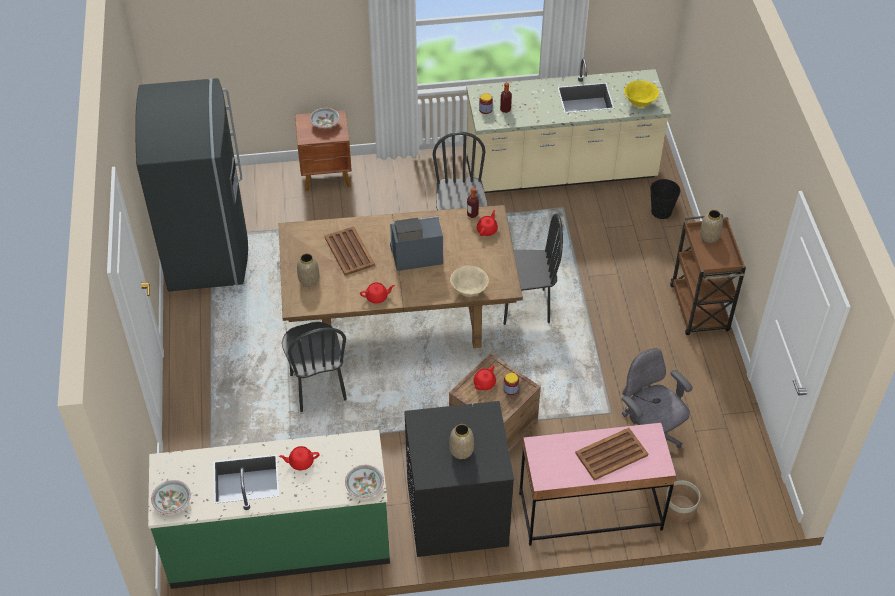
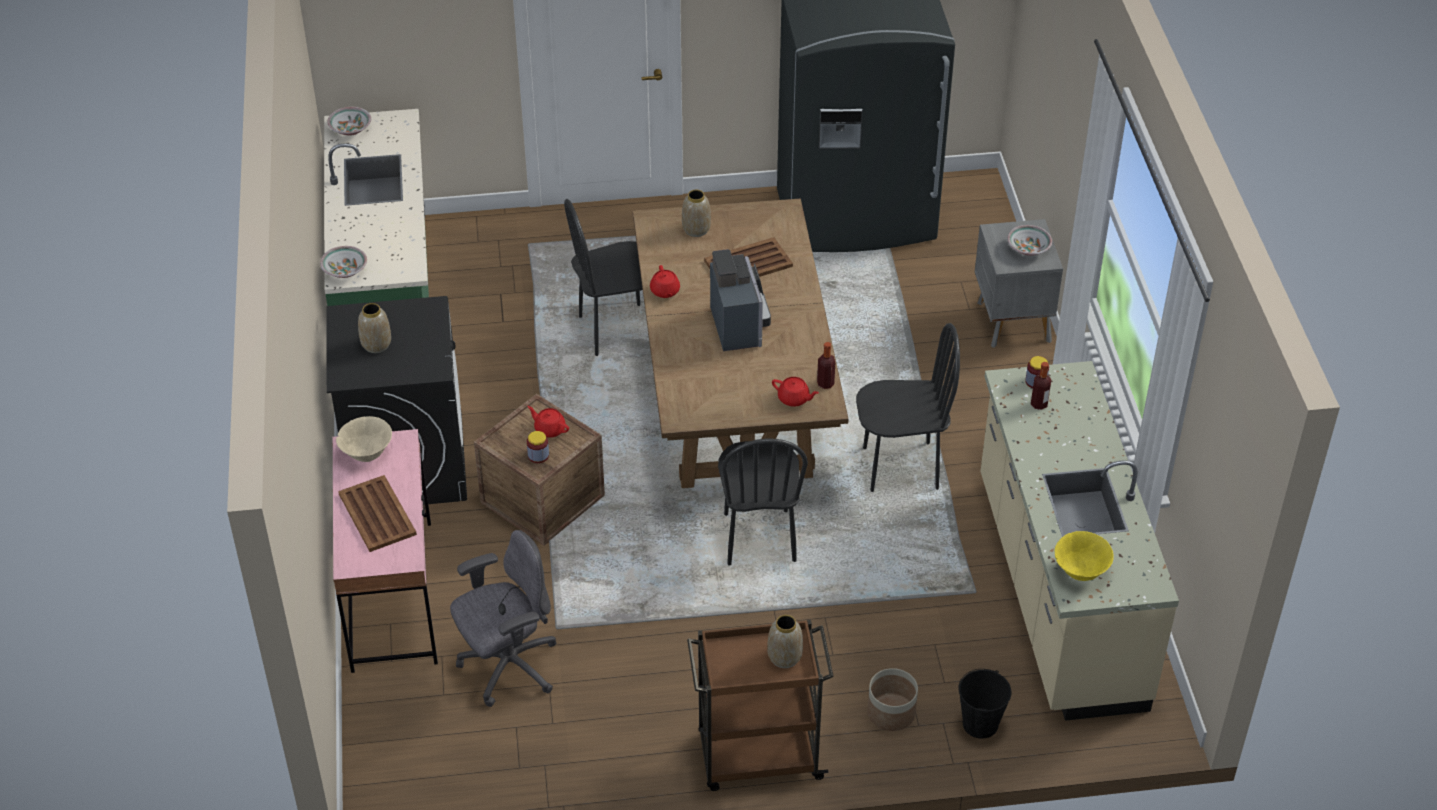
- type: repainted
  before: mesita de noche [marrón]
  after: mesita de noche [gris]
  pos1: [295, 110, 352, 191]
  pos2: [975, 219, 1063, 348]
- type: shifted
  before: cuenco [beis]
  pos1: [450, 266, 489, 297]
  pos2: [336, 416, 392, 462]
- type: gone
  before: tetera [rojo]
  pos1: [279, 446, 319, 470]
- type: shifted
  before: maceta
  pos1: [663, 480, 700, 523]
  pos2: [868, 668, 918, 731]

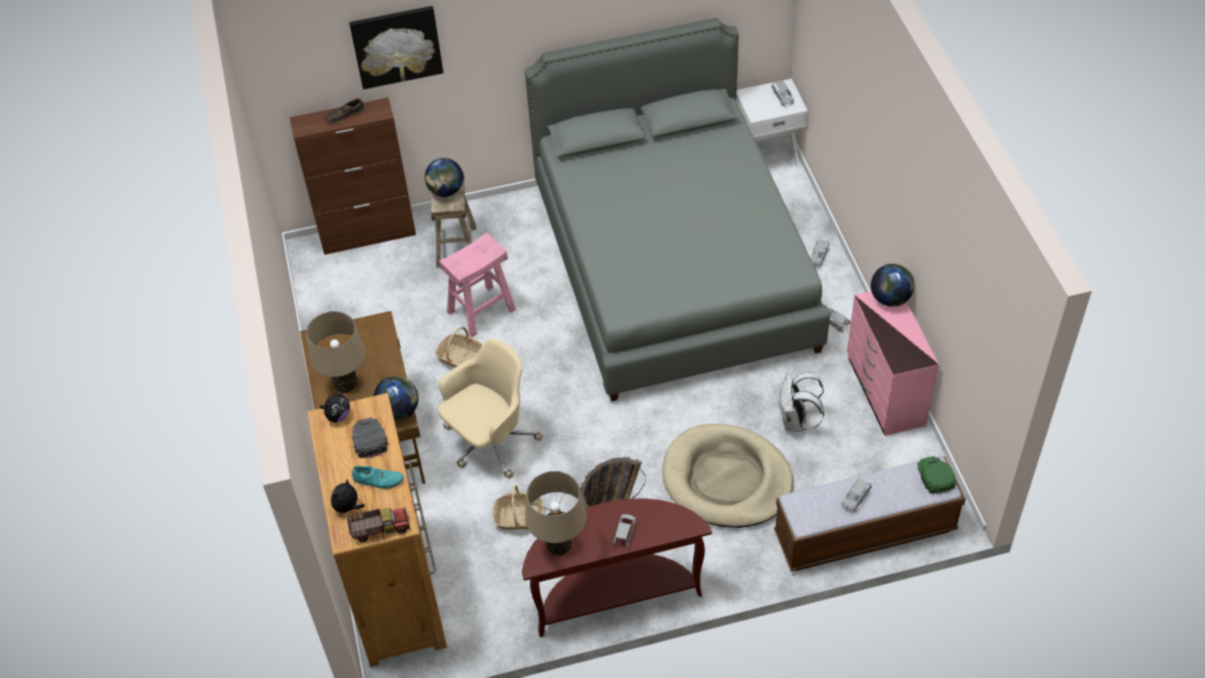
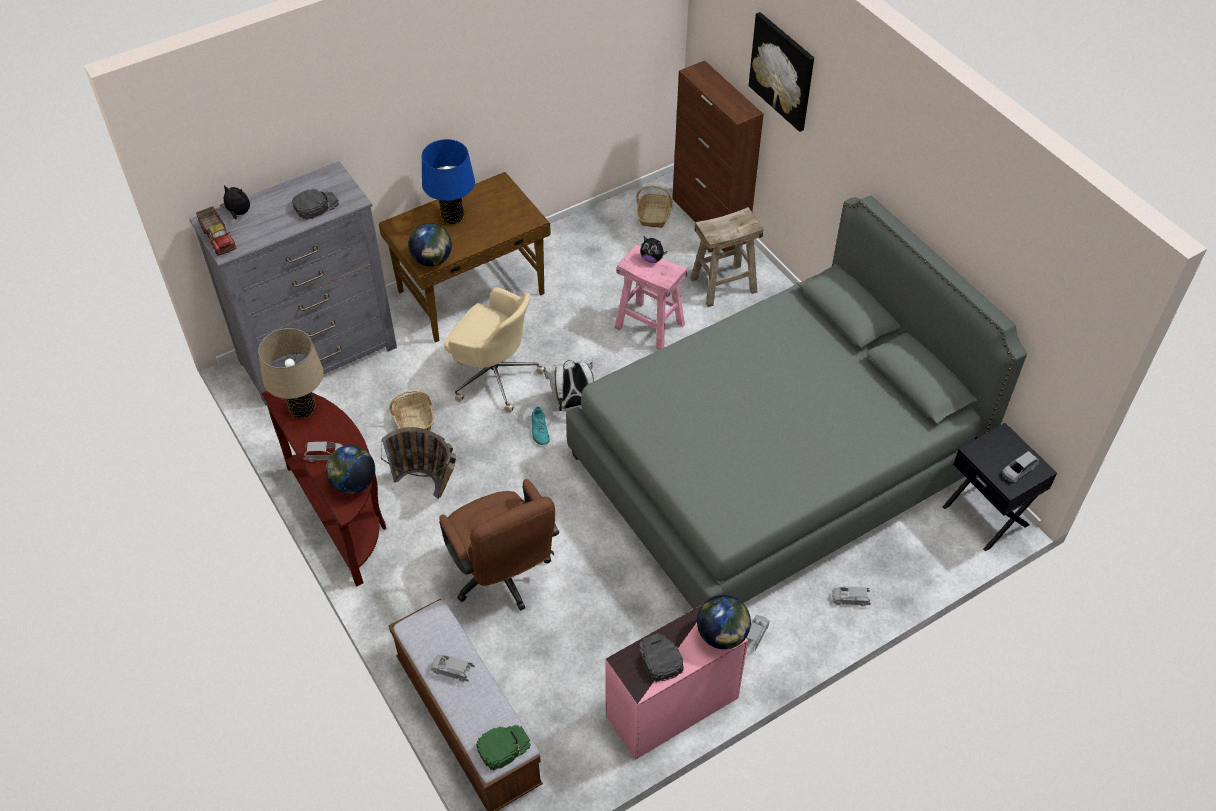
- type: repainted
  before: mesita de noche [blanco]
  after: mesita de noche [negro]
  pos1: [736, 79, 808, 168]
  pos2: [943, 423, 1057, 552]
- type: gone
  before: zapato [marrón]
  pos1: [325, 98, 364, 123]
- type: shifted
  before: globo terráqueo
  pos1: [425, 158, 463, 197]
  pos2: [326, 445, 375, 494]
- type: repainted
  before: lámpara de mesa [beis]
  after: lámpara de mesa [azul]
  pos1: [306, 311, 366, 393]
  pos2: [422, 139, 475, 225]
- type: shifted
  before: cesta
  pos1: [435, 327, 483, 367]
  pos2: [636, 186, 673, 228]
- type: shifted
  before: mochila [blanco]
  pos1: [779, 373, 824, 432]
  pos2: [544, 359, 594, 411]
- type: shifted
  before: peluche
  pos1: [320, 390, 350, 422]
  pos2: [640, 237, 667, 263]
- type: repainted
  before: cómoda [marrón]
  after: cómoda [gris]
  pos1: [307, 393, 447, 667]
  pos2: [189, 161, 397, 406]
- type: swapped
  before: cama para perro [beis]
  after: silla de oficina [marrón]
  pos1: [662, 424, 793, 528]
  pos2: [439, 479, 559, 611]
- type: shifted
  before: zapato [turquesa]
  pos1: [352, 466, 404, 489]
  pos2: [532, 407, 550, 445]
- type: new
  after: gorra [negro]
  pos2: [639, 633, 684, 682]

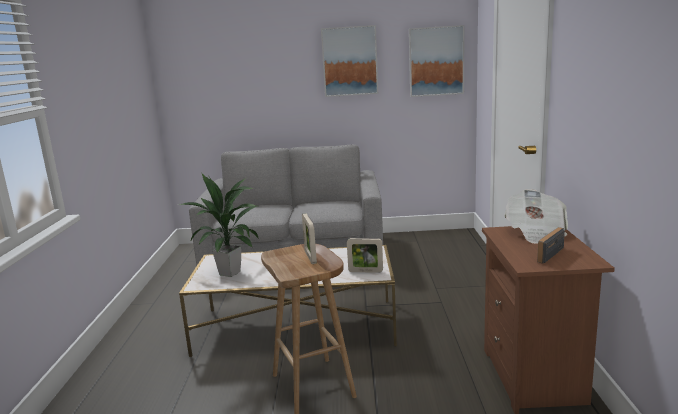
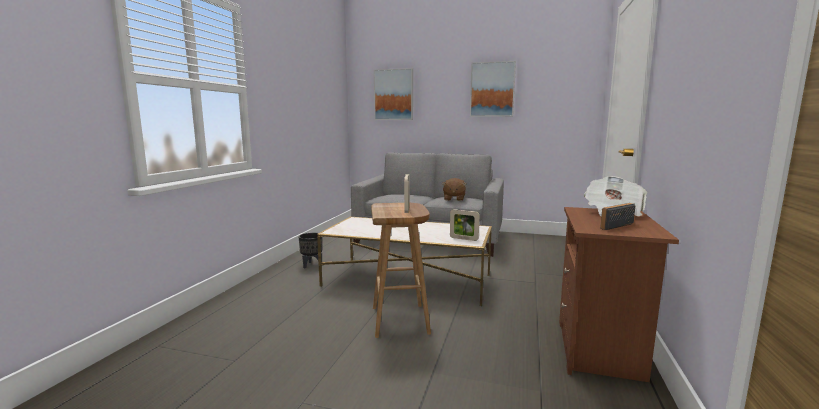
- type: shifted
  before: cuadro
  pos1: [409, 25, 465, 97]
  pos2: [374, 68, 413, 120]
- type: gone
  before: planta en maceta
  pos1: [179, 174, 259, 277]
- type: new
  after: peluche [marrón]
  pos2: [442, 178, 466, 201]
- type: new
  after: maceta [negro]
  pos2: [298, 233, 322, 268]

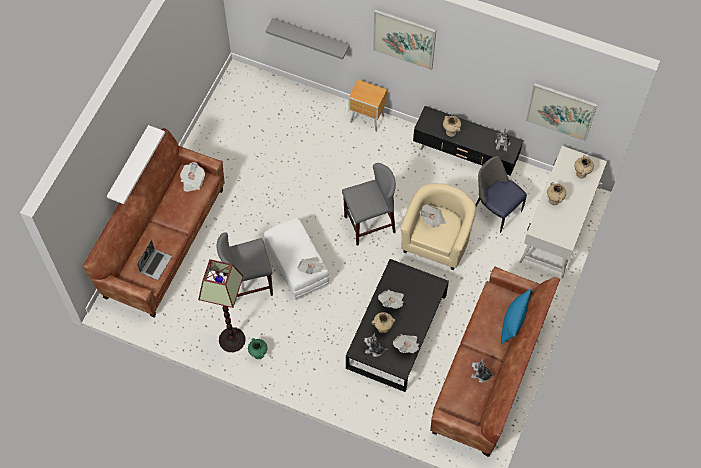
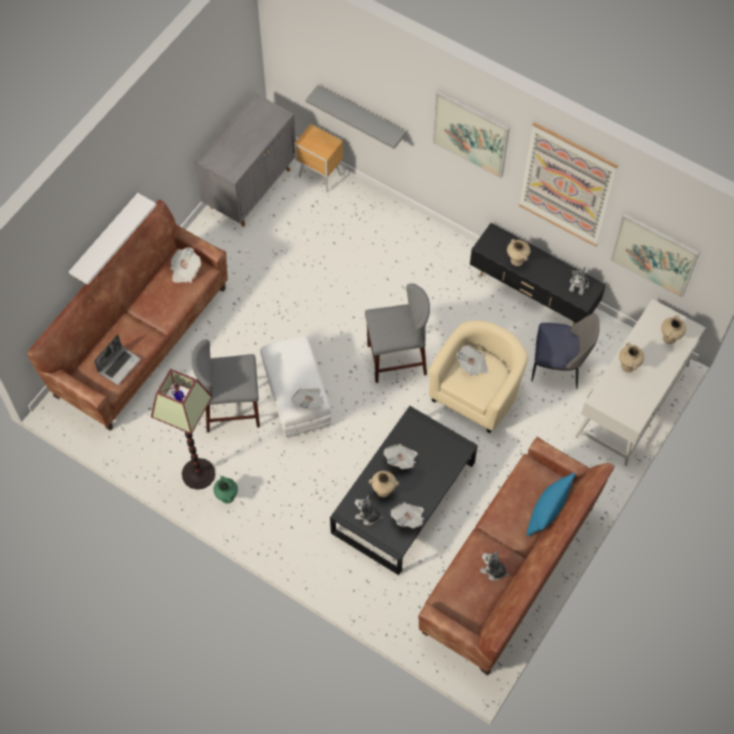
- type: shifted
  before: mesita de noche [marrón]
  pos1: [349, 79, 387, 132]
  pos2: [294, 124, 343, 192]
- type: rotated
  before: silla
  pos1: [475, 156, 527, 233]
  pos2: [531, 313, 600, 389]
  turn: 135
- type: new
  after: armario [gris]
  pos2: [194, 93, 296, 227]
- type: new
  after: cuadro
  pos2: [519, 122, 618, 247]

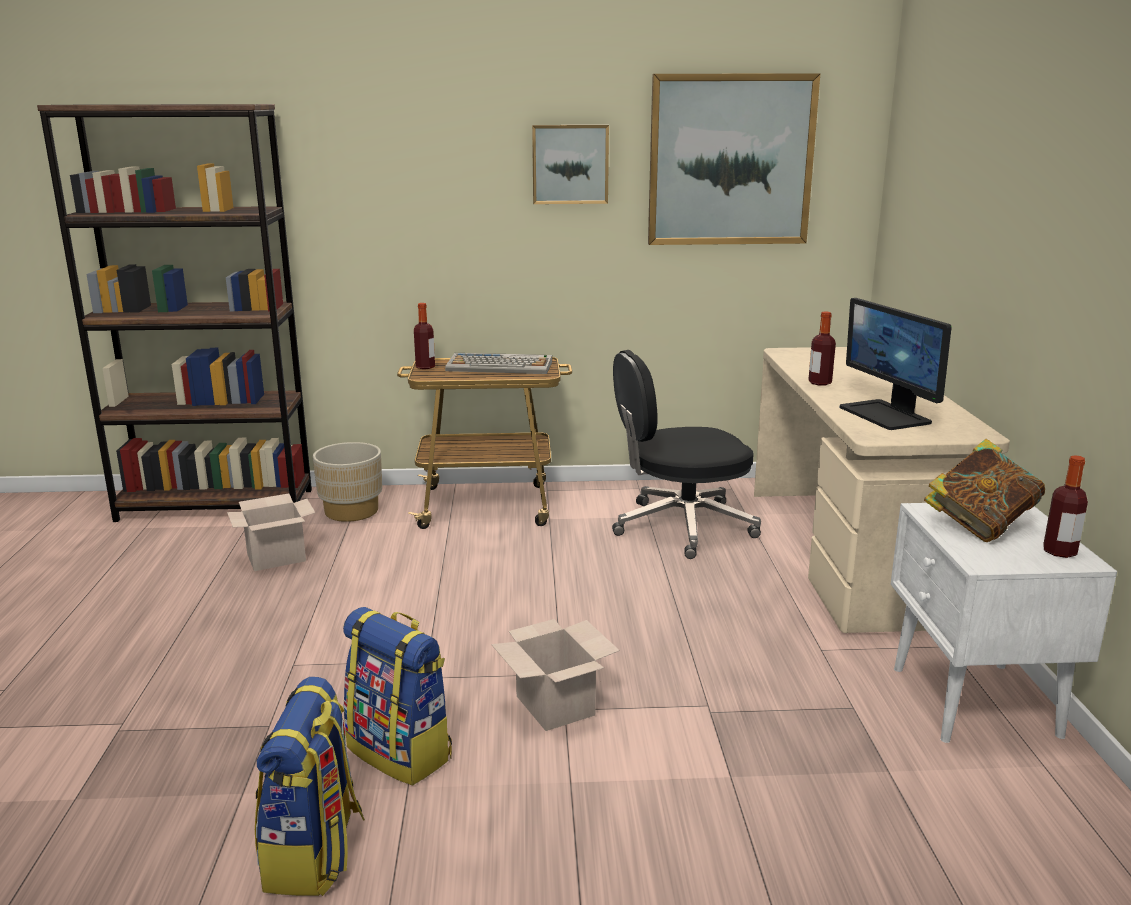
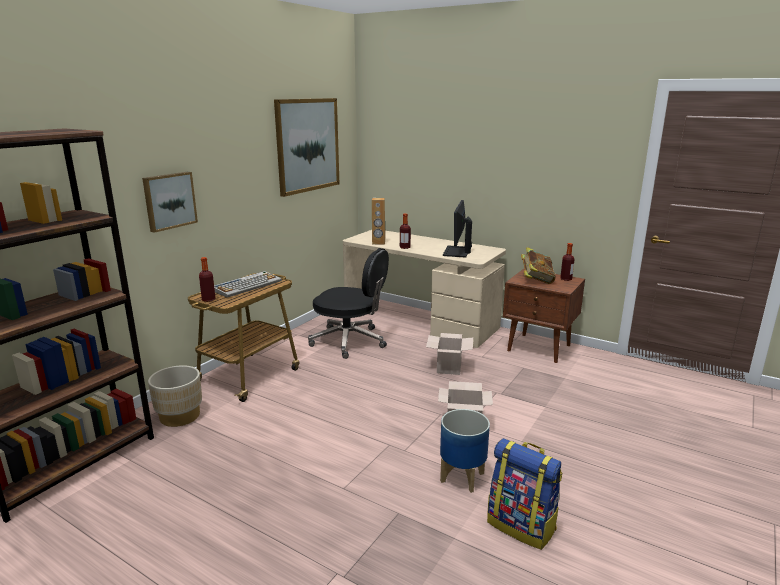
- type: shifted
  before: cuadro
  pos1: [532, 125, 609, 204]
  pos2: [142, 172, 198, 233]
- type: rotated
  before: monitor
  pos1: [840, 298, 952, 430]
  pos2: [443, 200, 472, 257]
  turn: 90
- type: rotated
  before: silla de oficina [negro]
  pos1: [612, 350, 761, 559]
  pos2: [308, 248, 389, 359]
  turn: -90
- type: shifted
  before: caja de cartón
  pos1: [227, 494, 315, 571]
  pos2: [426, 333, 473, 375]
- type: repainted
  before: mesita de noche [blanco]
  after: mesita de noche [marrón]
  pos1: [891, 503, 1117, 743]
  pos2: [503, 269, 585, 363]
- type: swapped
  before: mochila
  after: maceta
  pos1: [343, 607, 452, 786]
  pos2: [440, 409, 490, 493]
- type: new
  after: altavoz [marrón]
  pos2: [372, 198, 385, 245]

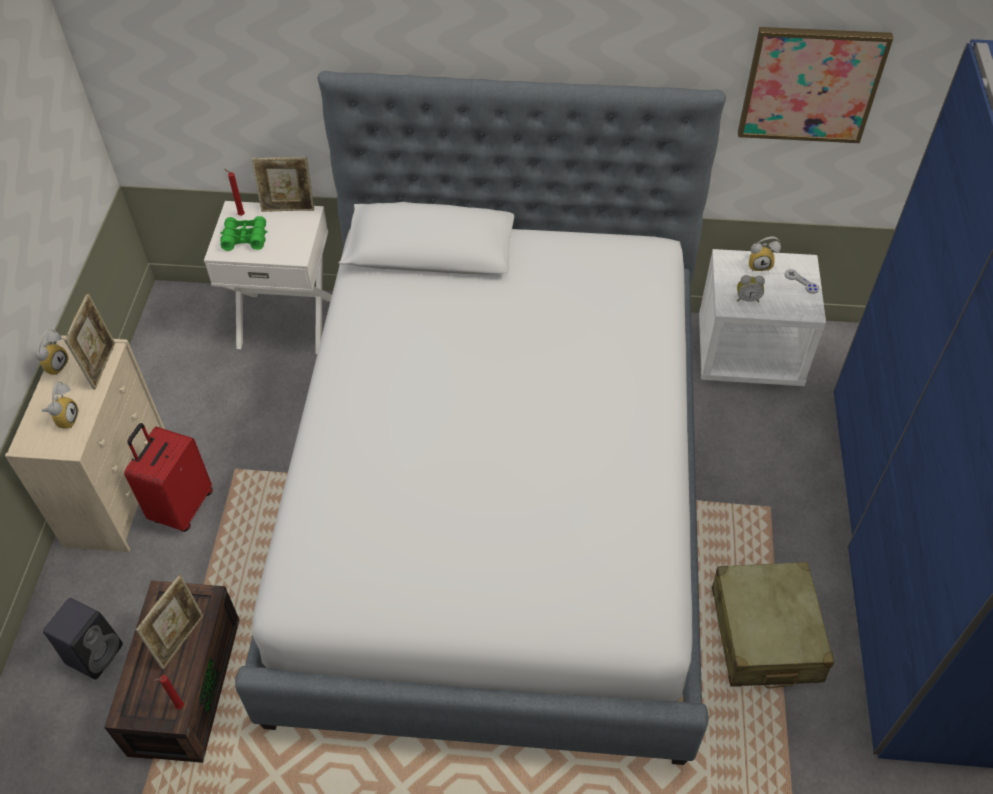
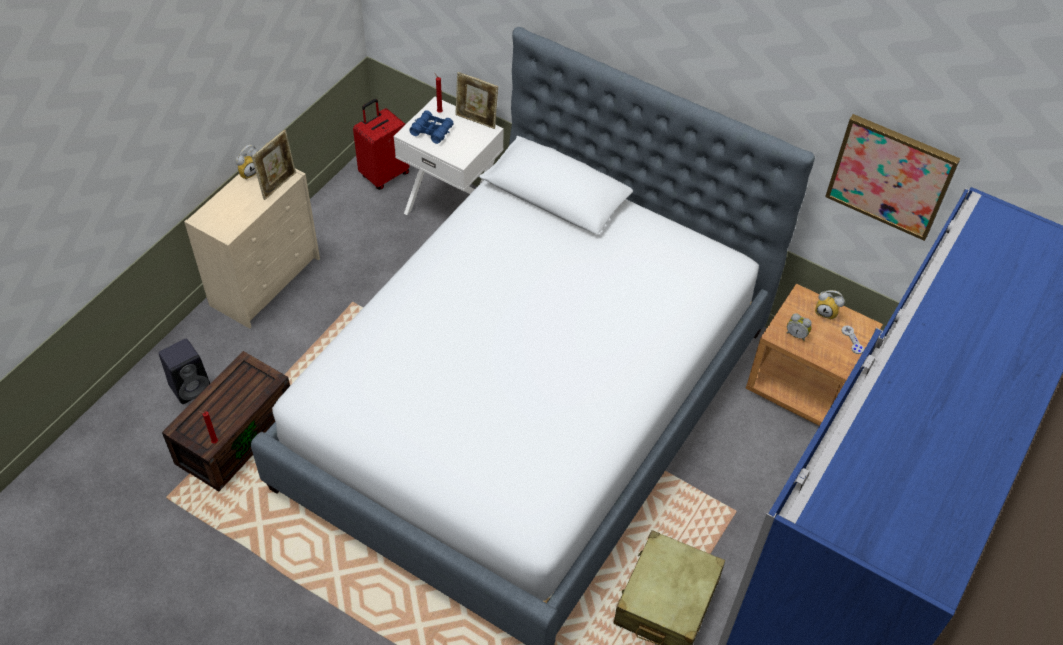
- type: repainted
  before: prismáticos [verde]
  after: prismáticos [azul]
  pos1: [220, 216, 268, 251]
  pos2: [409, 110, 454, 144]
- type: repainted
  before: mesita de noche [blanco]
  after: mesita de noche [marrón]
  pos1: [699, 249, 826, 386]
  pos2: [746, 284, 883, 426]
- type: gone
  before: despertador
  pos1: [42, 381, 78, 429]
- type: shifted
  before: maleta [rojo]
  pos1: [124, 423, 213, 532]
  pos2: [353, 99, 409, 190]
- type: gone
  before: portarretratos
  pos1: [136, 575, 203, 669]

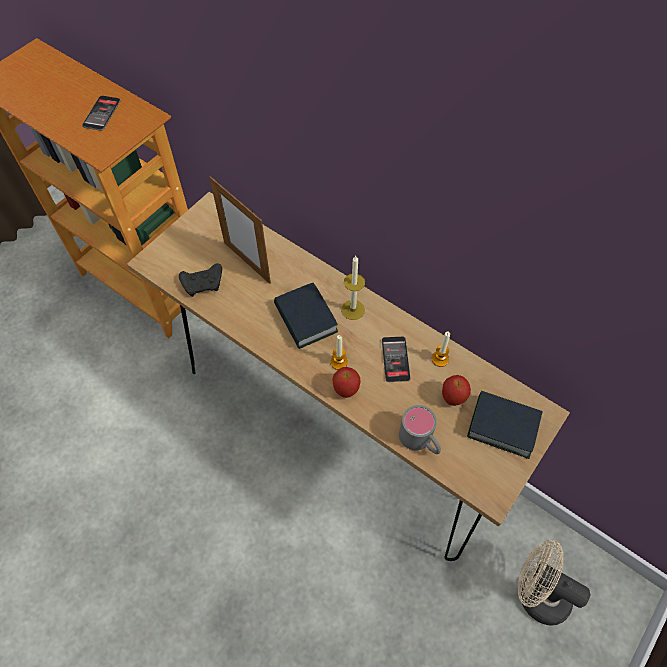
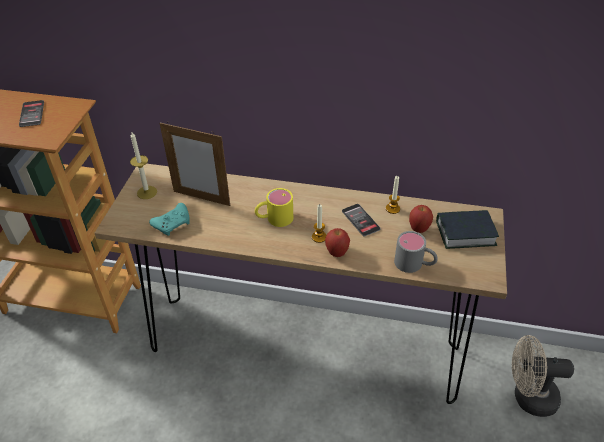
- type: shifted
  before: vela
  pos1: [341, 256, 365, 320]
  pos2: [130, 132, 157, 199]
- type: repainted
  before: mando de consola [negro]
  after: mando de consola [turquesa]
  pos1: [179, 263, 222, 297]
  pos2: [149, 203, 190, 236]
- type: swapped
  before: libro
  after: taza grande [amarillo]
  pos1: [274, 283, 338, 349]
  pos2: [255, 188, 293, 227]

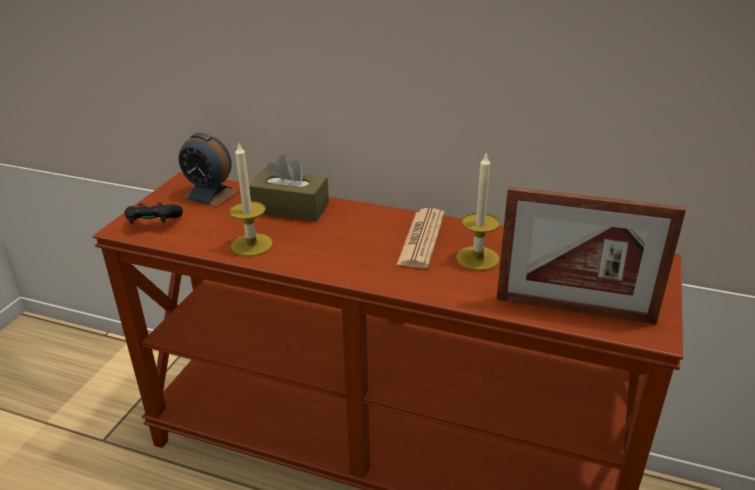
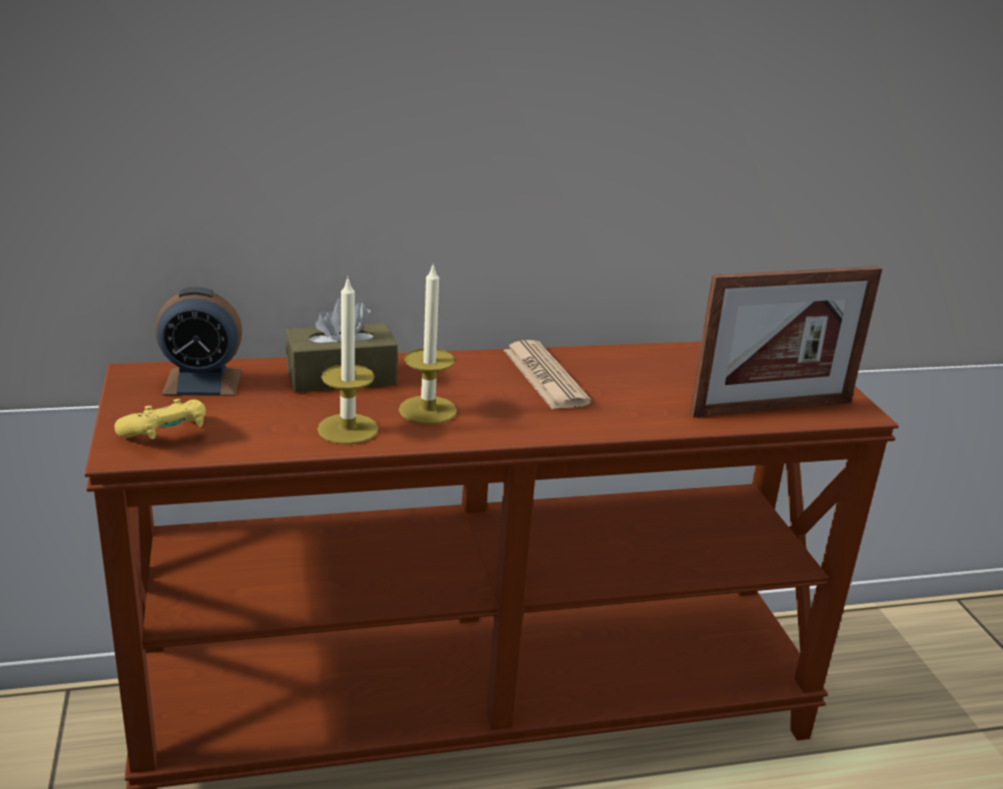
- type: shifted
  before: vela
  pos1: [456, 154, 500, 271]
  pos2: [399, 266, 457, 424]
- type: repainted
  before: mando de consola [negro]
  after: mando de consola [amarillo]
  pos1: [125, 202, 183, 224]
  pos2: [114, 399, 206, 439]

